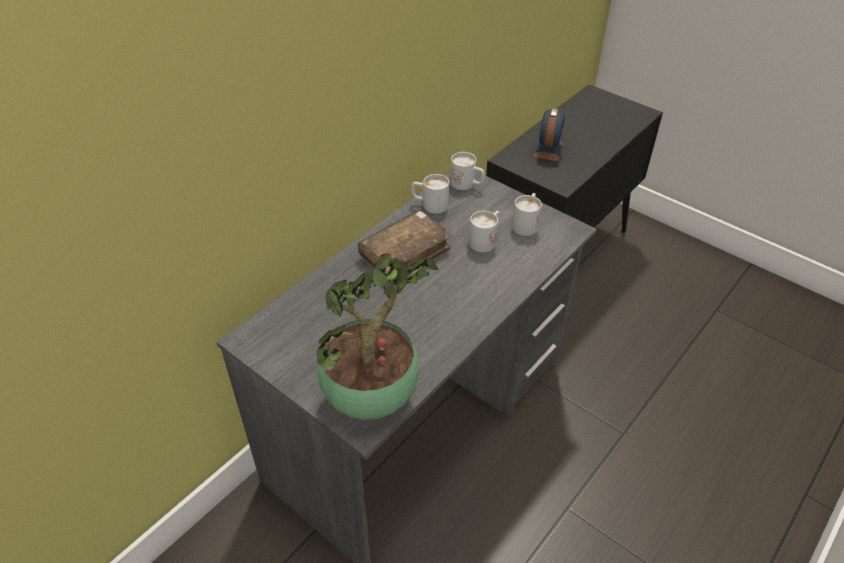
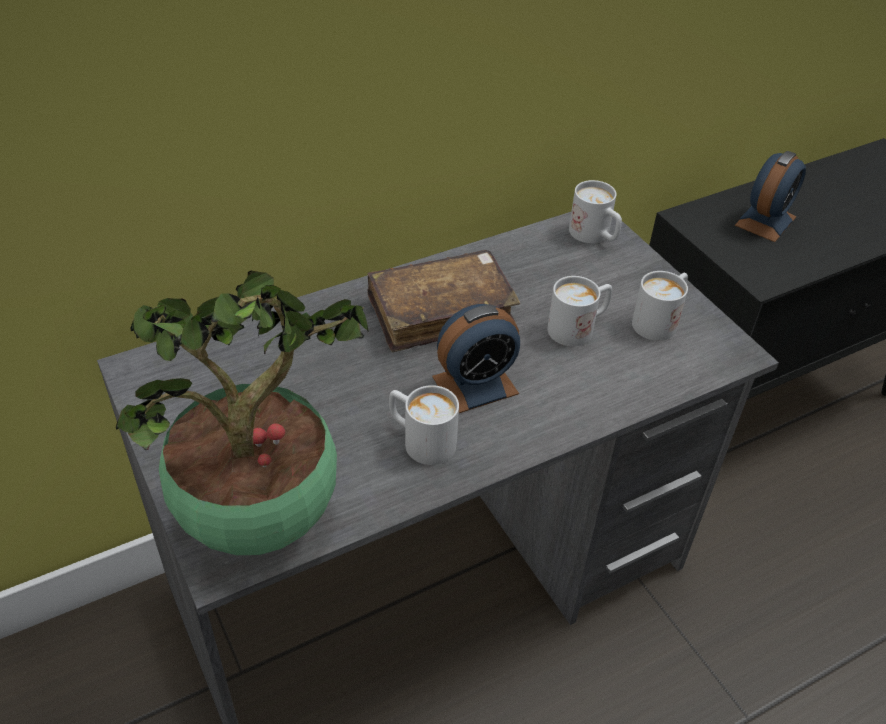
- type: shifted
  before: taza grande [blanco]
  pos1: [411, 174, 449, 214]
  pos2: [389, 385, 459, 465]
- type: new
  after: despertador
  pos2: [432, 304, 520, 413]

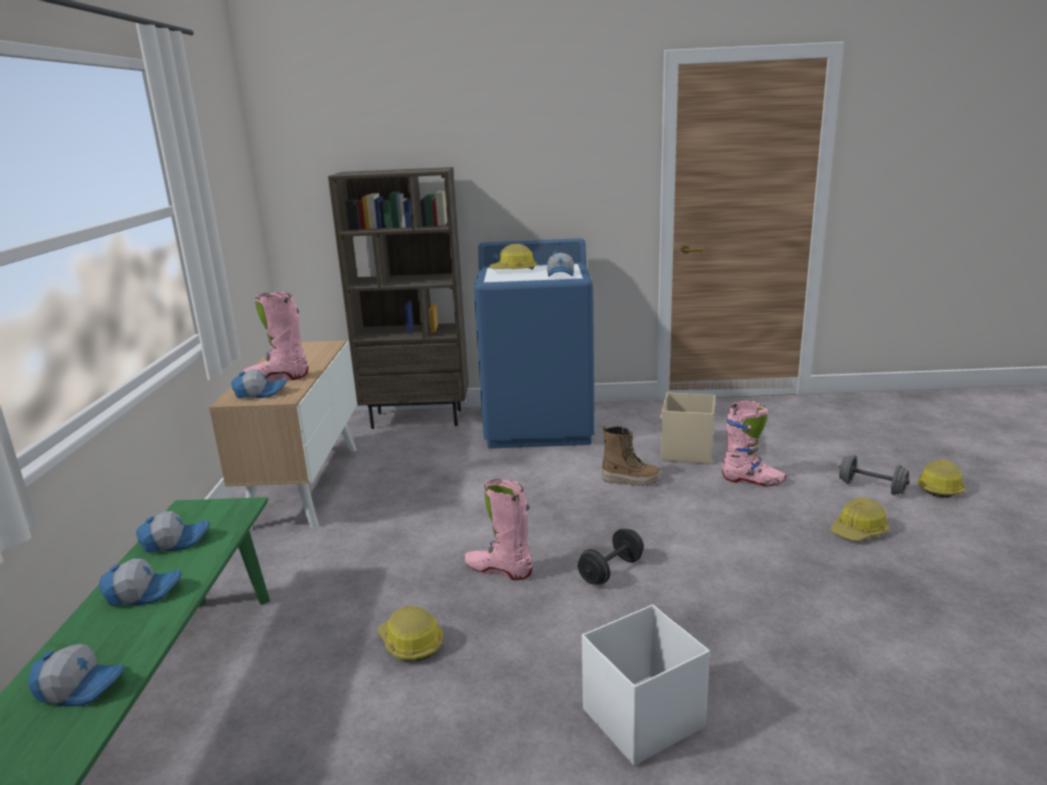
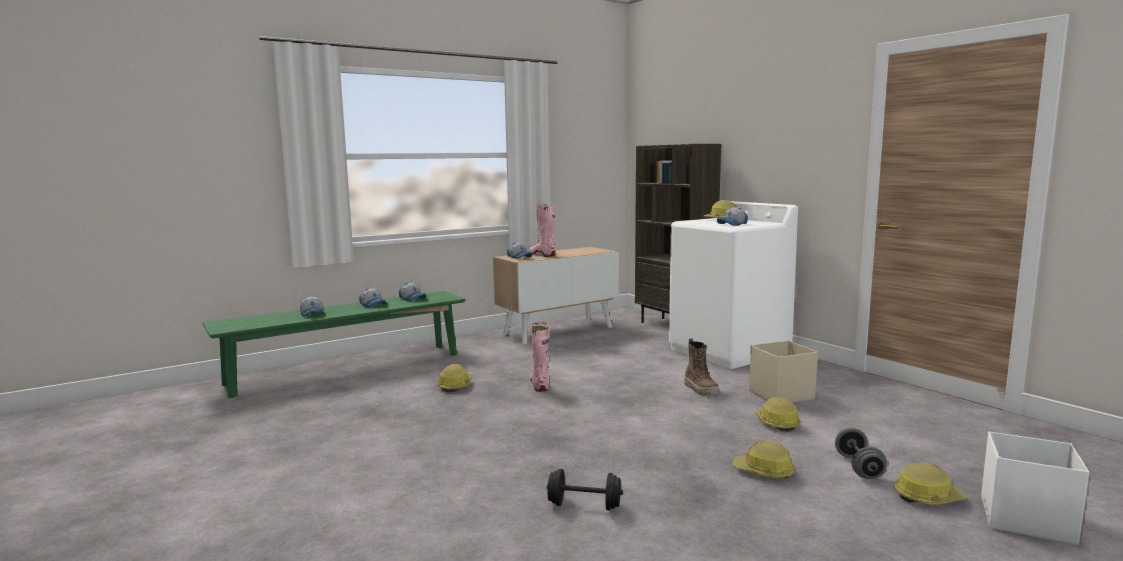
- type: repainted
  before: lavadora [azul]
  after: lavadora [blanco]
  pos1: [474, 238, 595, 448]
  pos2: [669, 201, 798, 369]
- type: swapped
  before: bota [rosa]
  after: casco
  pos1: [722, 401, 786, 487]
  pos2: [754, 397, 801, 432]
- type: shifted
  before: mancuerna [negro]
  pos1: [578, 529, 644, 585]
  pos2: [547, 469, 623, 510]
- type: shifted
  before: caja de almacenaje [blanco]
  pos1: [582, 604, 710, 766]
  pos2: [981, 432, 1089, 545]

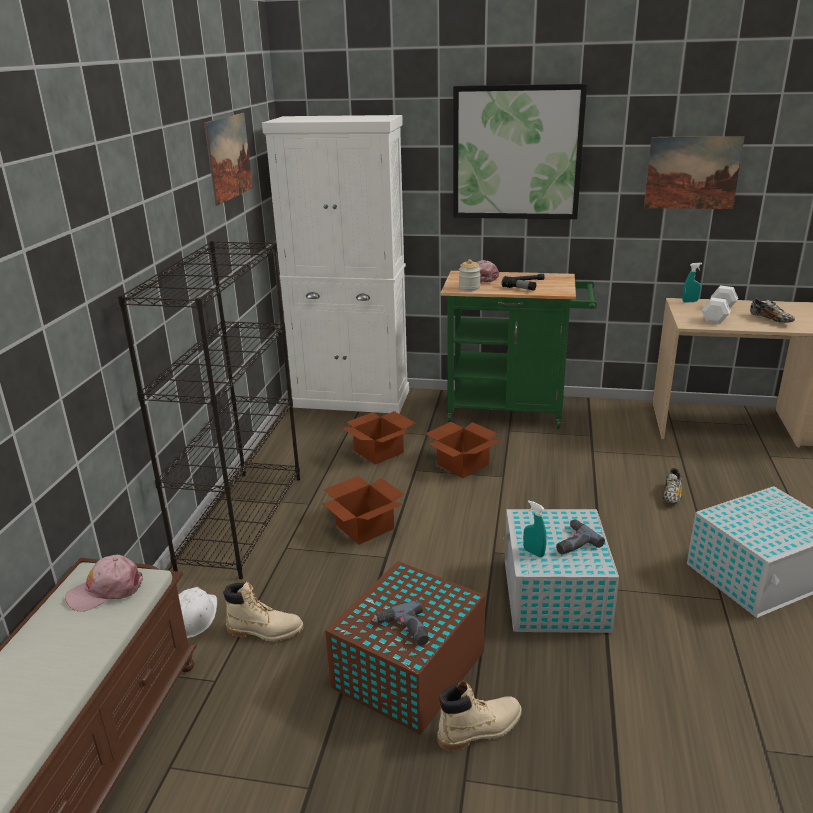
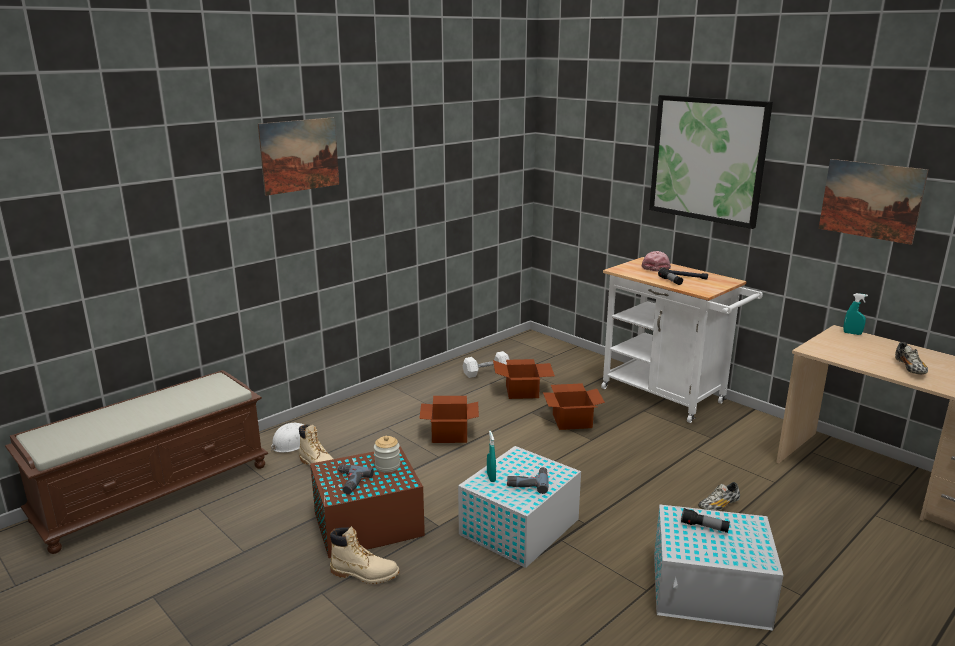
- type: shifted
  before: cuadro
  pos1: [204, 113, 253, 206]
  pos2: [258, 117, 339, 196]
- type: gone
  before: armario [blanco]
  pos1: [262, 115, 409, 414]
- type: gone
  before: estantería [negro]
  pos1: [118, 241, 300, 579]
- type: shifted
  before: tarro
  pos1: [459, 259, 481, 291]
  pos2: [374, 436, 400, 473]
- type: repainted
  before: carrito [verde]
  after: carrito [blanco]
  pos1: [441, 271, 597, 429]
  pos2: [601, 257, 763, 423]
- type: shifted
  before: mancuerna [blanco]
  pos1: [701, 285, 738, 324]
  pos2: [463, 351, 509, 378]
- type: gone
  before: gorra [rosa]
  pos1: [65, 555, 143, 612]
- type: new
  after: linterna
  pos2: [681, 508, 730, 533]

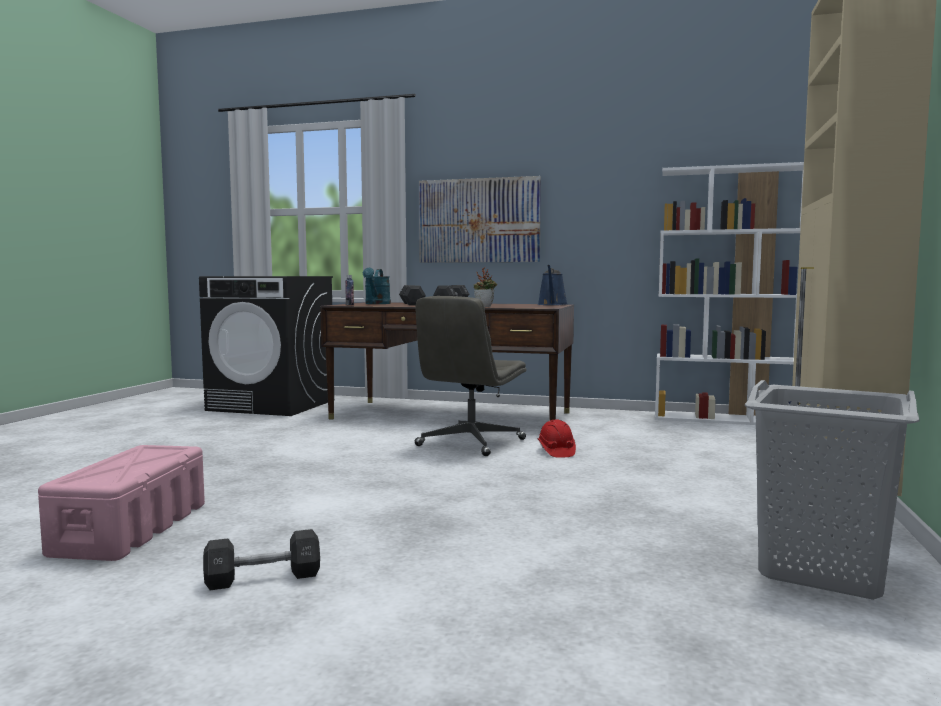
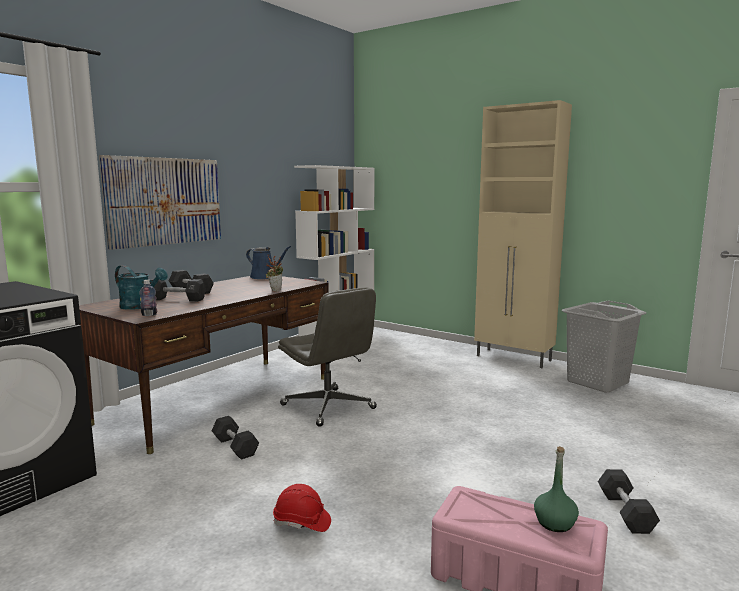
- type: shifted
  before: casco [rojo]
  pos1: [538, 420, 576, 458]
  pos2: [273, 484, 331, 532]
- type: new
  after: mancuerna [negro]
  pos2: [211, 416, 259, 460]
- type: new
  after: botella [verde]
  pos2: [534, 446, 579, 532]

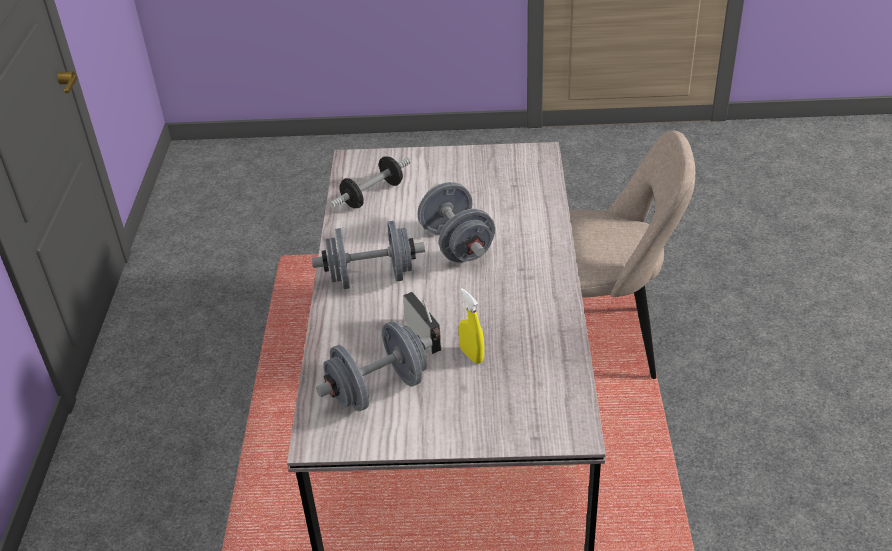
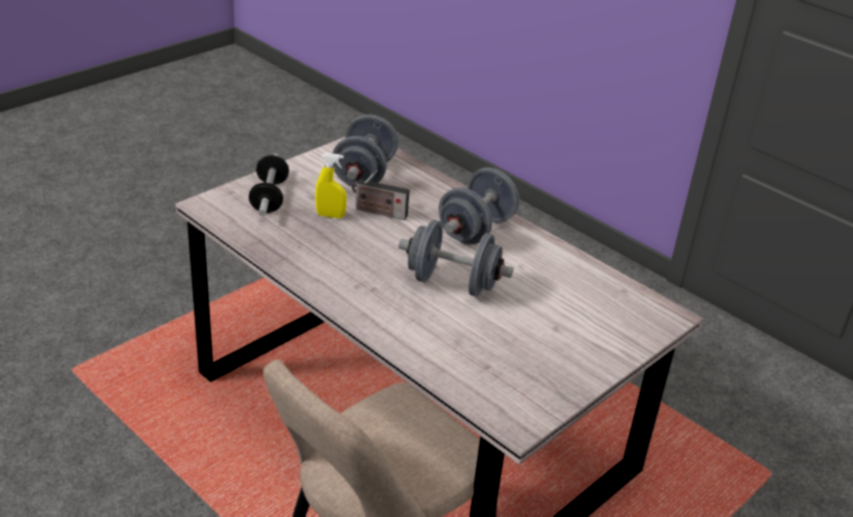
- type: shifted
  before: mancuerna
  pos1: [329, 156, 411, 208]
  pos2: [249, 154, 289, 216]

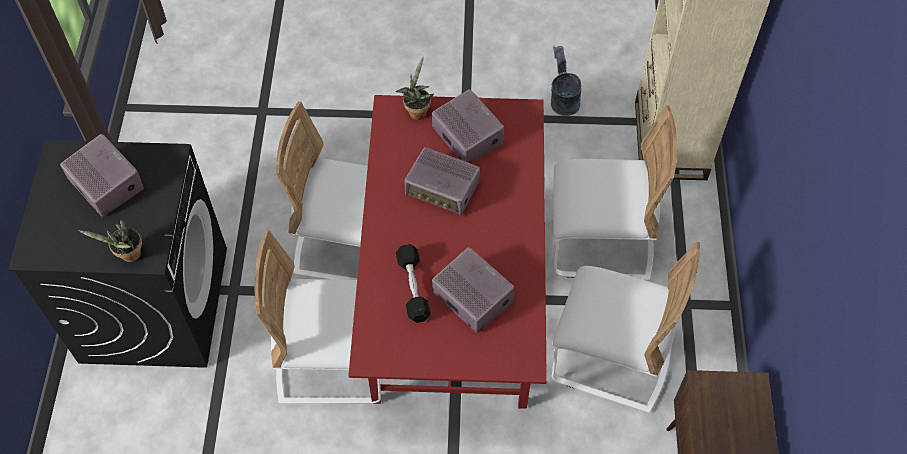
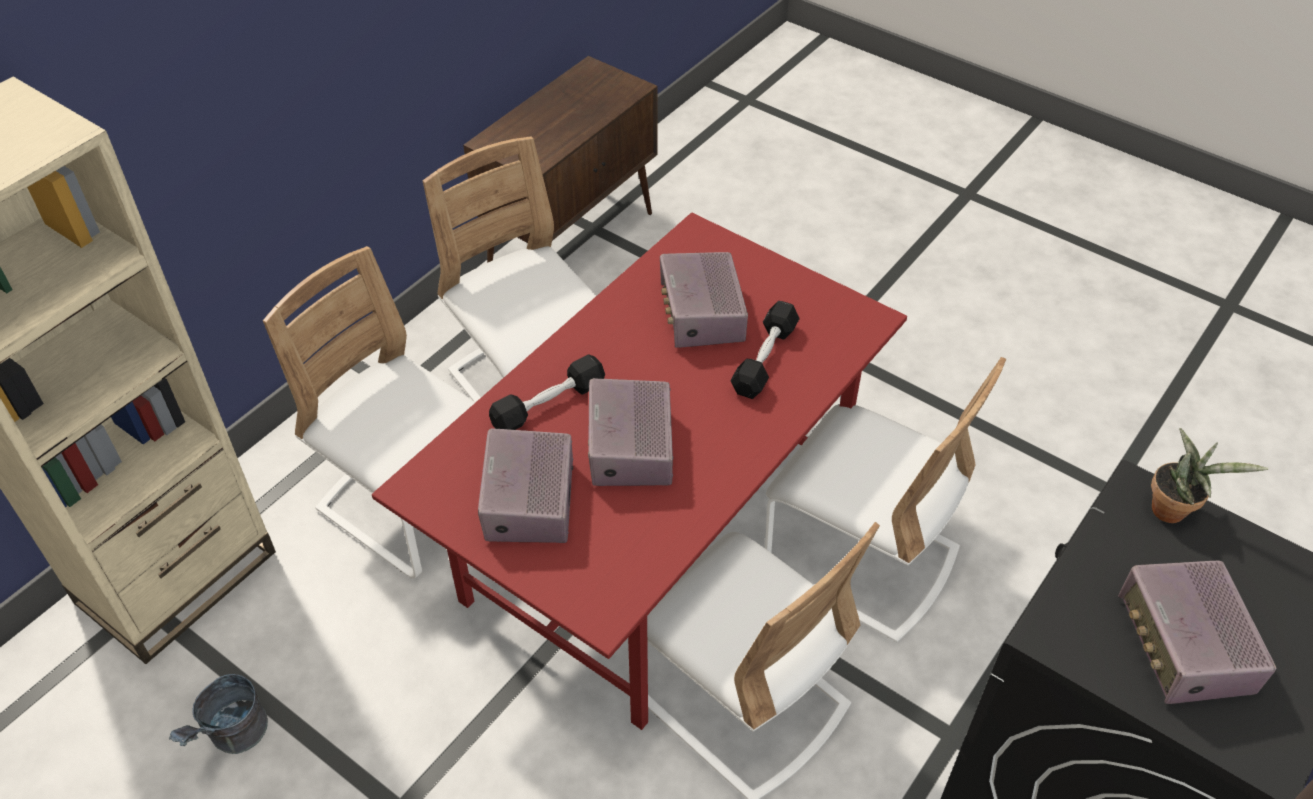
- type: gone
  before: planta en maceta
  pos1: [396, 57, 434, 120]
- type: rotated
  before: radio
  pos1: [404, 147, 480, 216]
  pos2: [588, 378, 674, 486]
  turn: -150
- type: new
  after: mancuerna [negro]
  pos2: [489, 355, 605, 430]

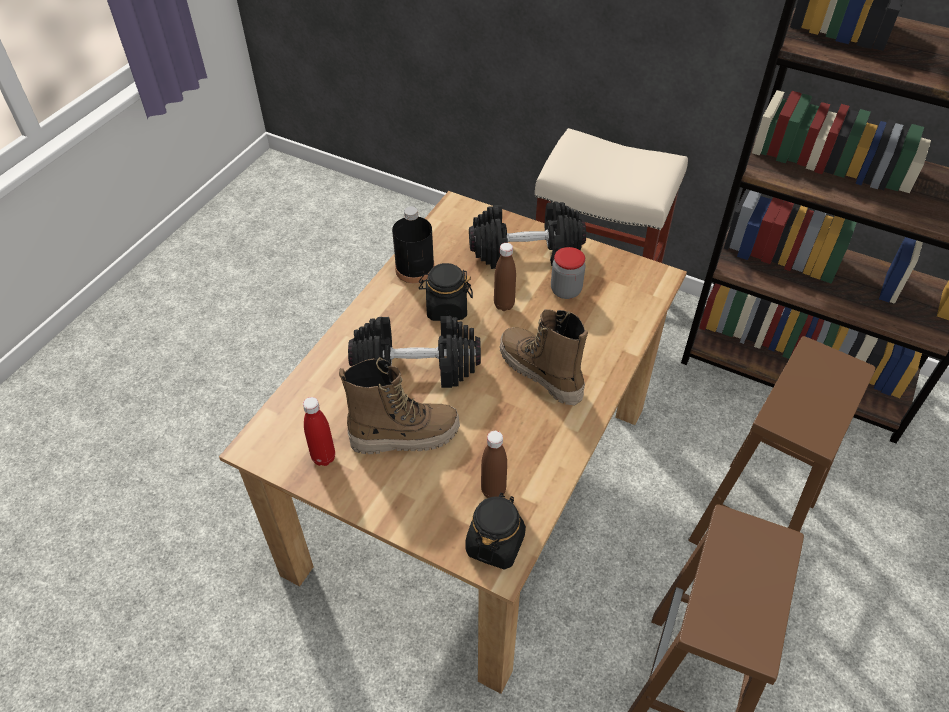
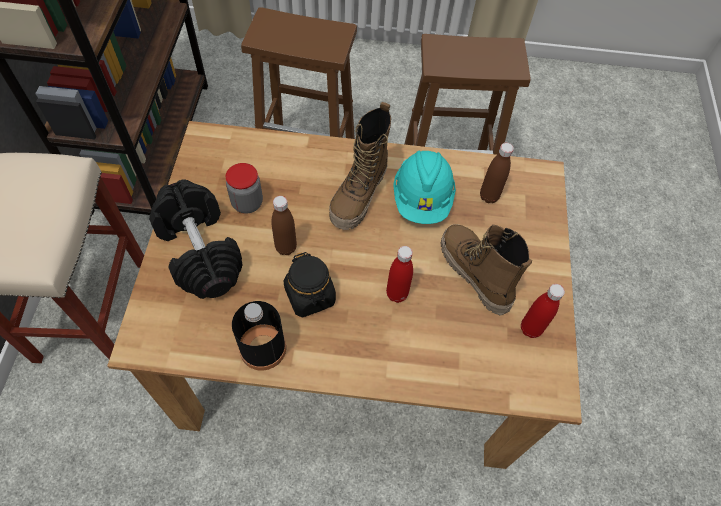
- type: swapped
  before: mancuerna [negro]
  after: botella [rojo]
  pos1: [348, 316, 481, 388]
  pos2: [386, 246, 413, 303]
- type: gone
  before: tarro [negro]
  pos1: [466, 493, 526, 569]
- type: new
  after: casco [turquesa]
  pos2: [393, 150, 456, 224]

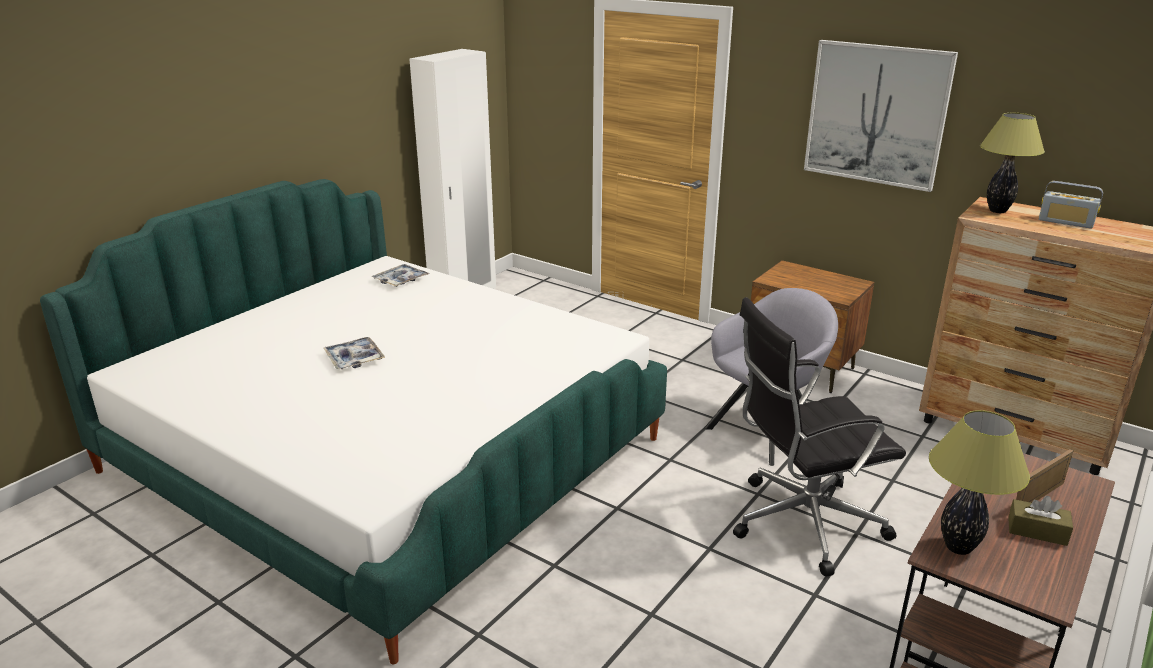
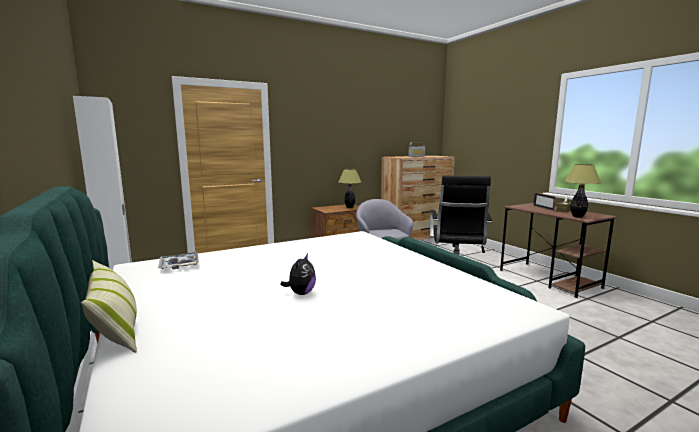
- type: gone
  before: cuadro
  pos1: [804, 40, 958, 192]
- type: shifted
  before: lámpara de mesa
  pos1: [980, 113, 1045, 213]
  pos2: [338, 169, 361, 208]
- type: swapped
  before: bandeja
  after: peluche
  pos1: [323, 337, 385, 369]
  pos2: [280, 254, 316, 295]
- type: new
  after: cojín
  pos2: [81, 260, 137, 353]

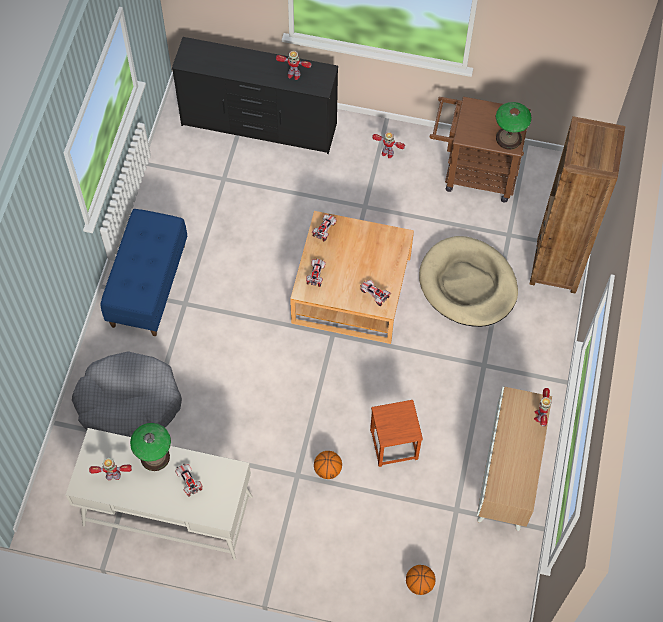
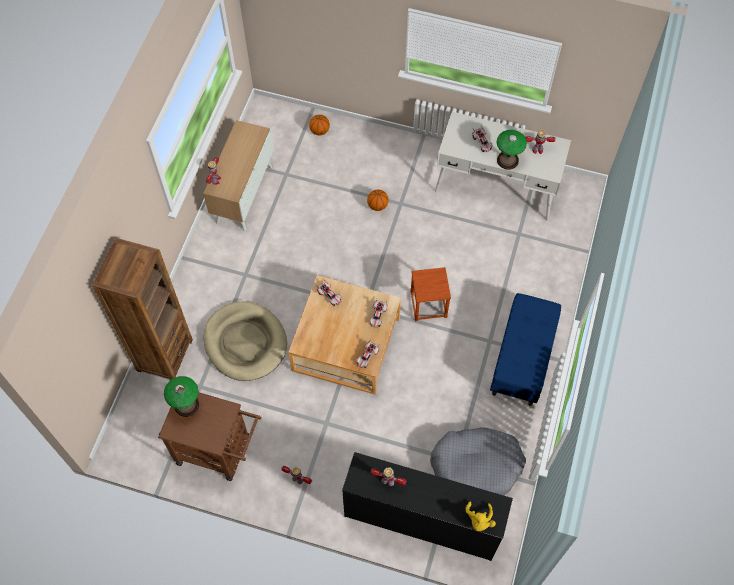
- type: shifted
  before: cama para perro [gris]
  pos1: [72, 351, 182, 437]
  pos2: [430, 427, 526, 495]
- type: shifted
  before: taburete [marrón]
  pos1: [370, 400, 423, 467]
  pos2: [410, 267, 451, 321]
- type: new
  after: peluche [amarillo]
  pos2: [466, 501, 496, 531]

